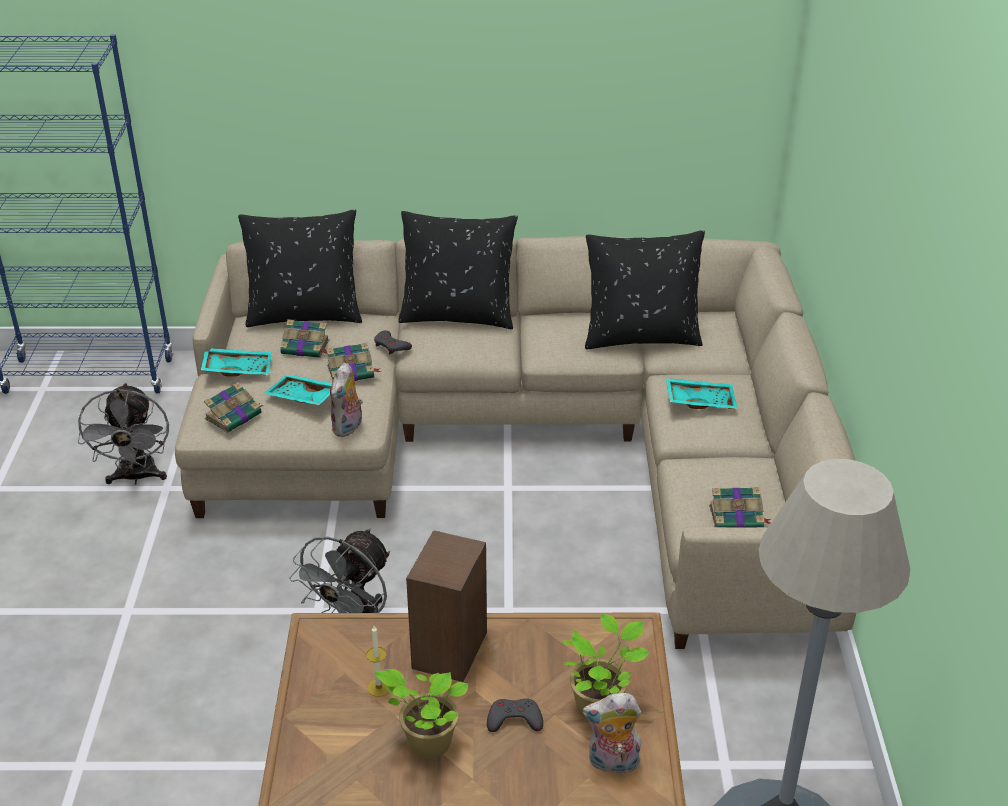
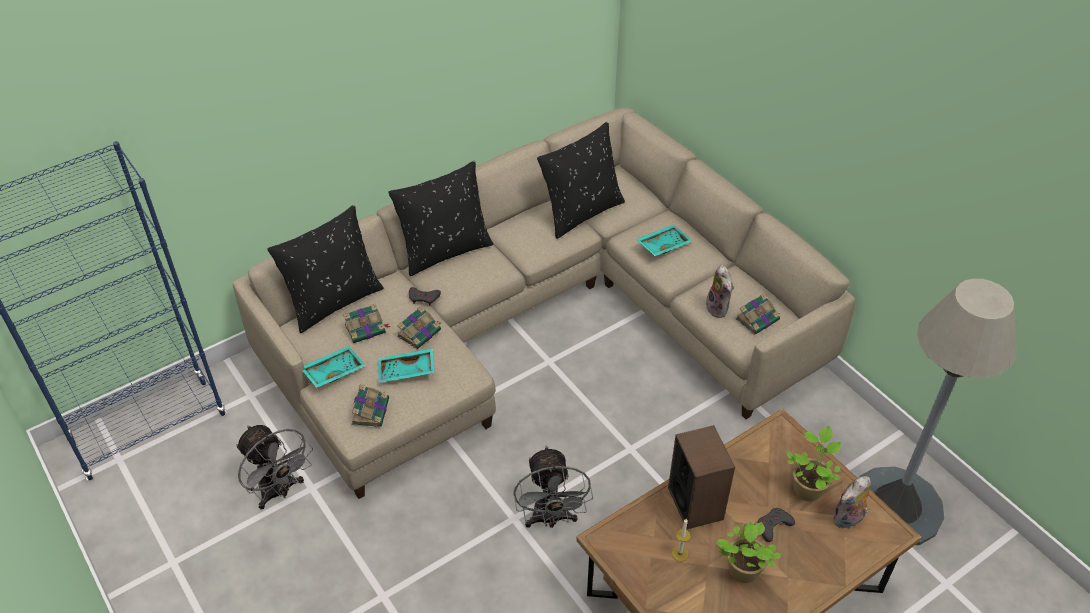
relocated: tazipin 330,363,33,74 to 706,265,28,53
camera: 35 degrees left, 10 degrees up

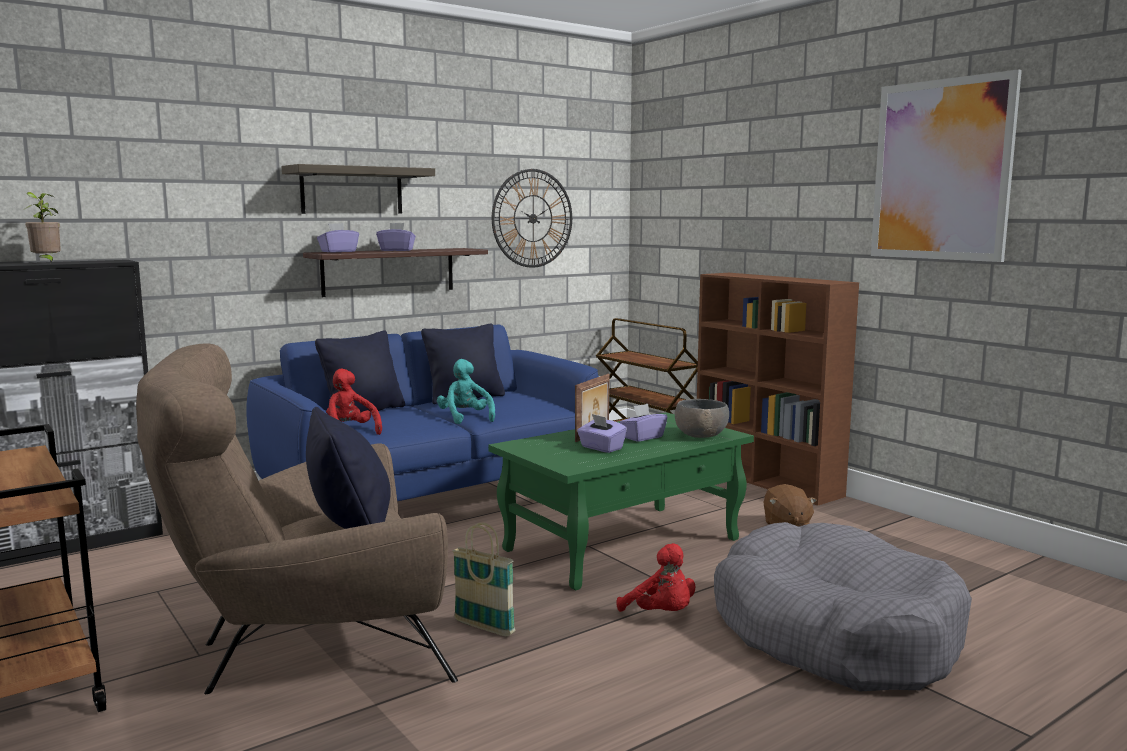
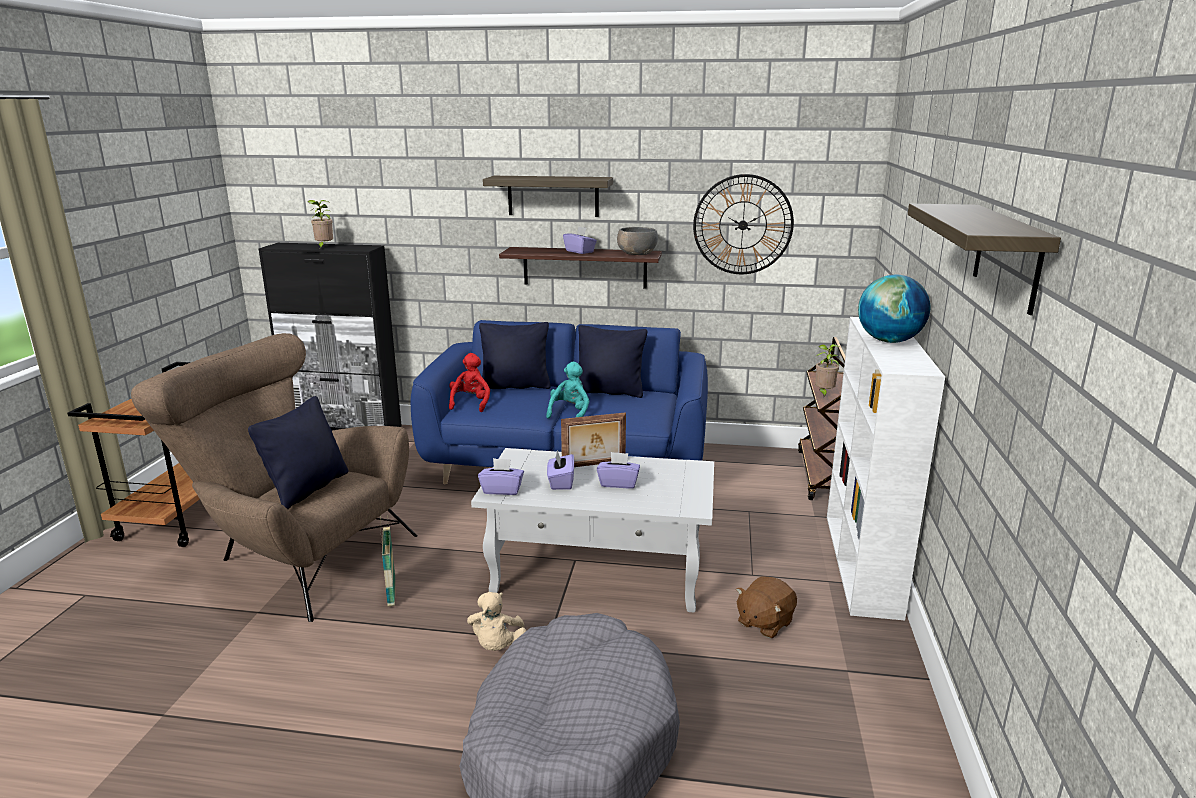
appeared: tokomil 815,344,25,54; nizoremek 858,275,72,68
relocated: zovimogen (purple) 317,223,42,30 to 478,458,46,37; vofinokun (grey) 675,399,54,39 to 617,227,41,28
exchanged: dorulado 871,69,151,193 to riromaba 908,204,153,111
colour: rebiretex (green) 489,412,265,178 to rebiretex (white) 471,448,243,165; tazipin (red) 616,543,79,69 to tazipin (beige) 467,592,59,59; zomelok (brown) 697,273,162,233 to zomelok (white) 827,317,118,303
camera: 45 degrees right, 10 degrees up

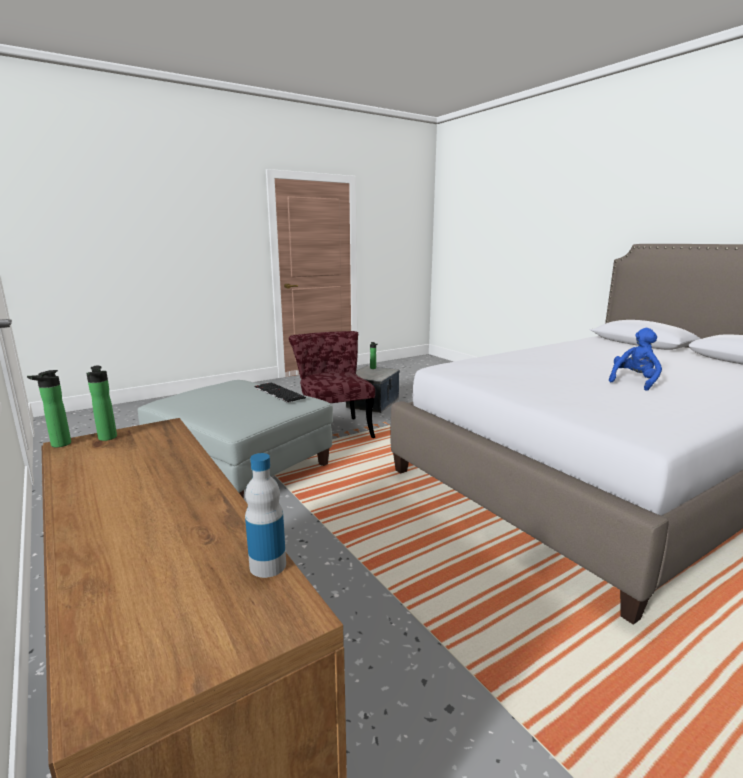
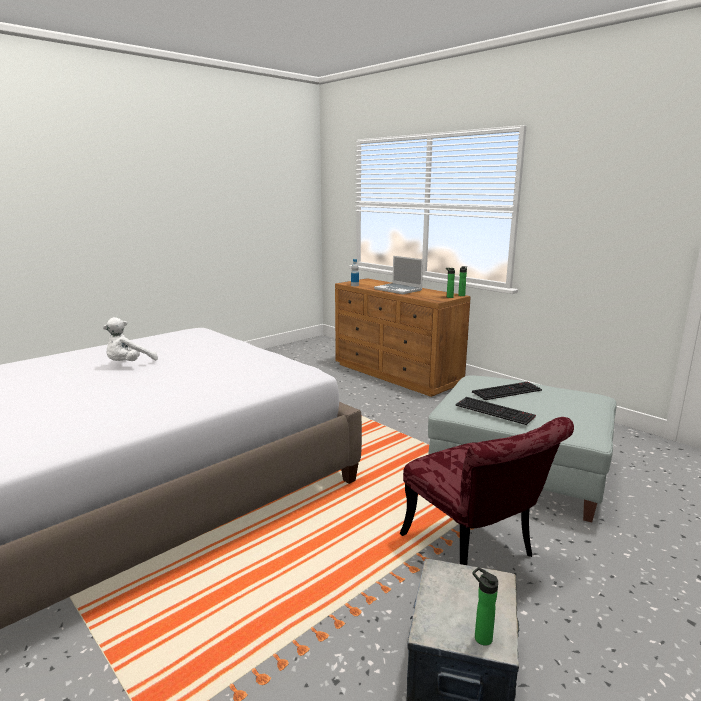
appeared: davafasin 374,256,49,38; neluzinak 472,382,70,18
colour: tazipin (blue) 609,328,53,63 to tazipin (white) 103,317,55,44
camera: 170 degrees right, 0 degrees up

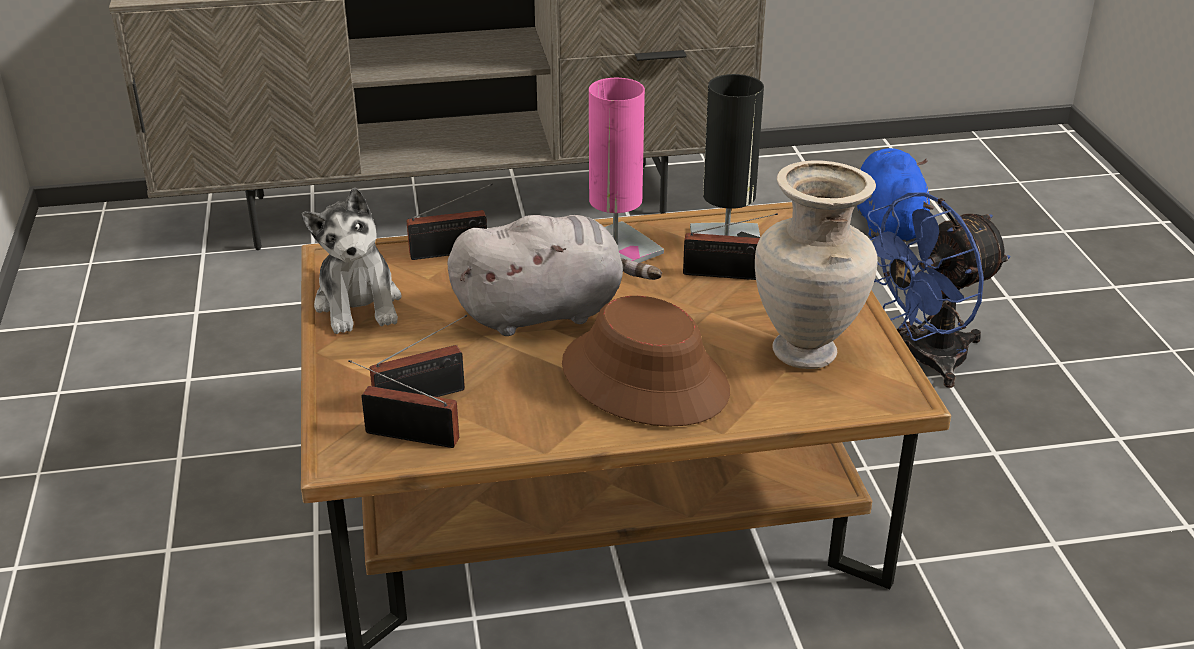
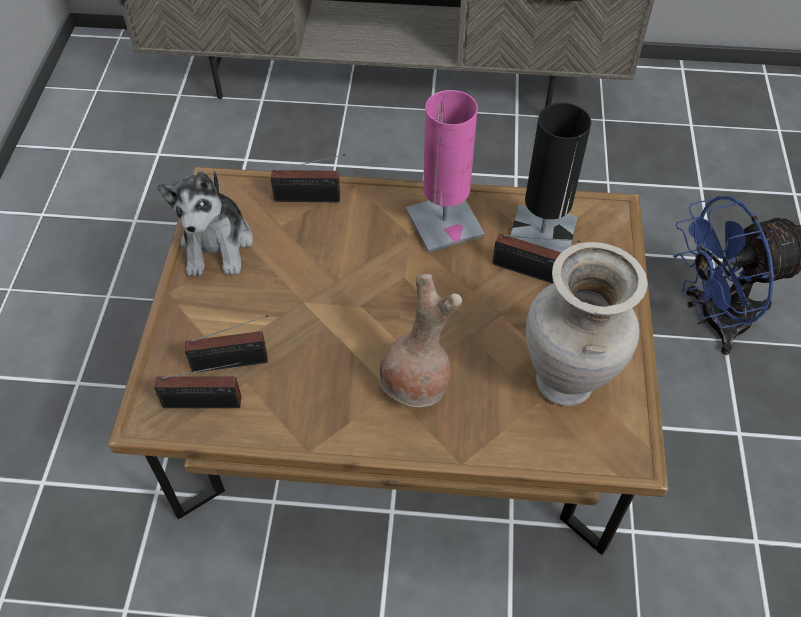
missing: tazipin (grey) 447,215,215,121; tazipin (blue) 857,148,77,94
exchanged: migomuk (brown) 562,296,168,131 to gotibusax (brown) 380,274,82,133
spun: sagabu 348,360,111,88 = 154,362,88,46 150 degrees clockwise
camera: 15 degrees right, 20 degrees up

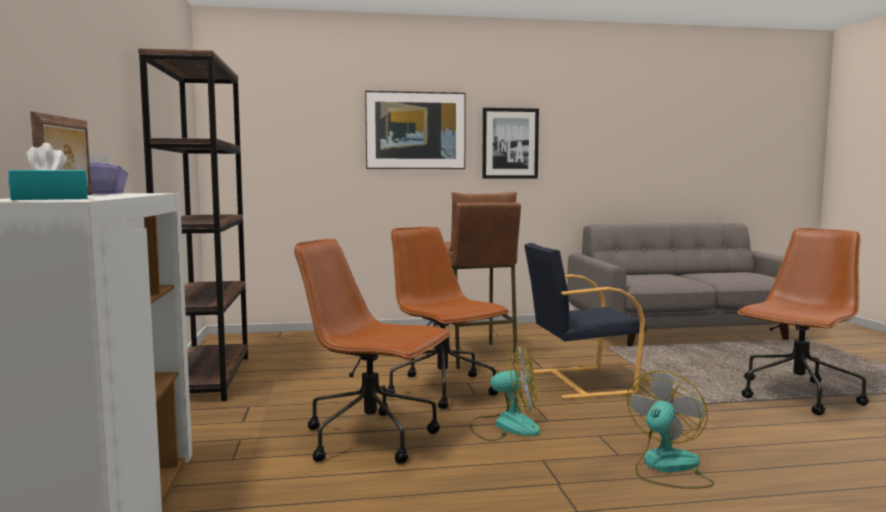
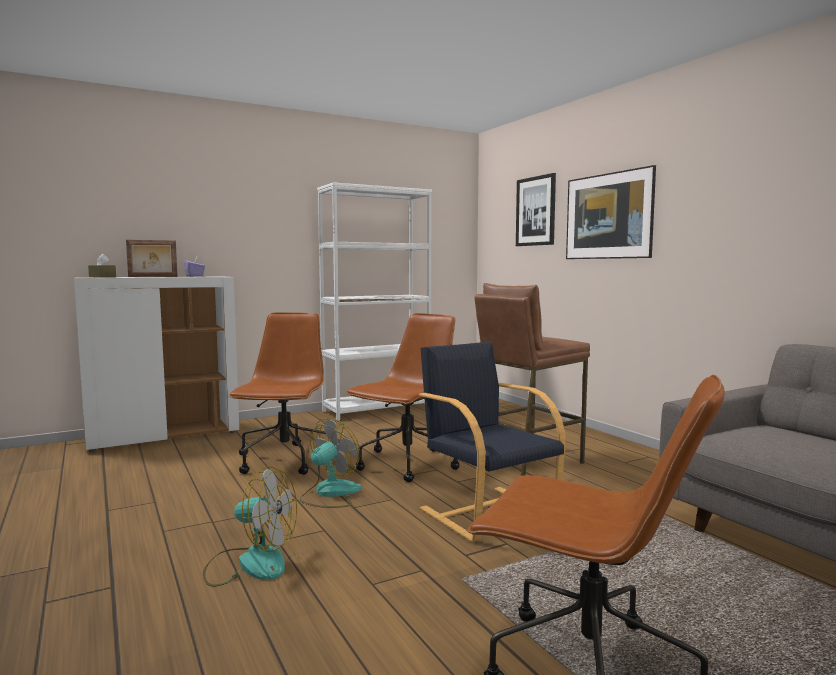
relocated: dorulado 482,108,57,70 to 516,173,40,73
colour: zovimogen (turquoise) 8,143,80,57 to zovimogen (brown) 88,254,28,24; zomelok (brown) 138,48,110,353 to zomelok (white) 317,182,115,239
spun: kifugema 470,344,70,97 = 299,419,63,89 135 degrees counterclockwise
camera: 70 degrees right, 0 degrees up

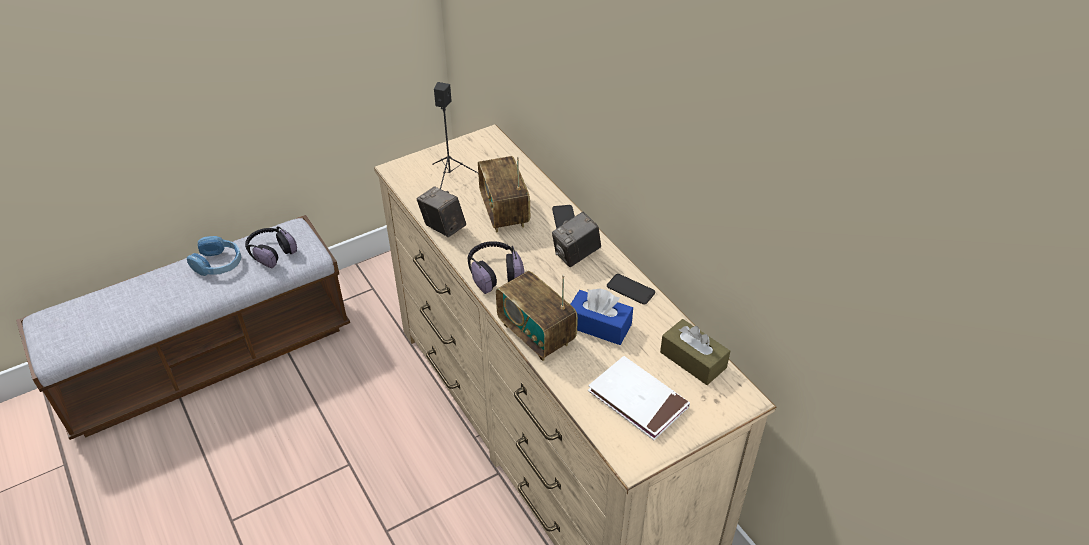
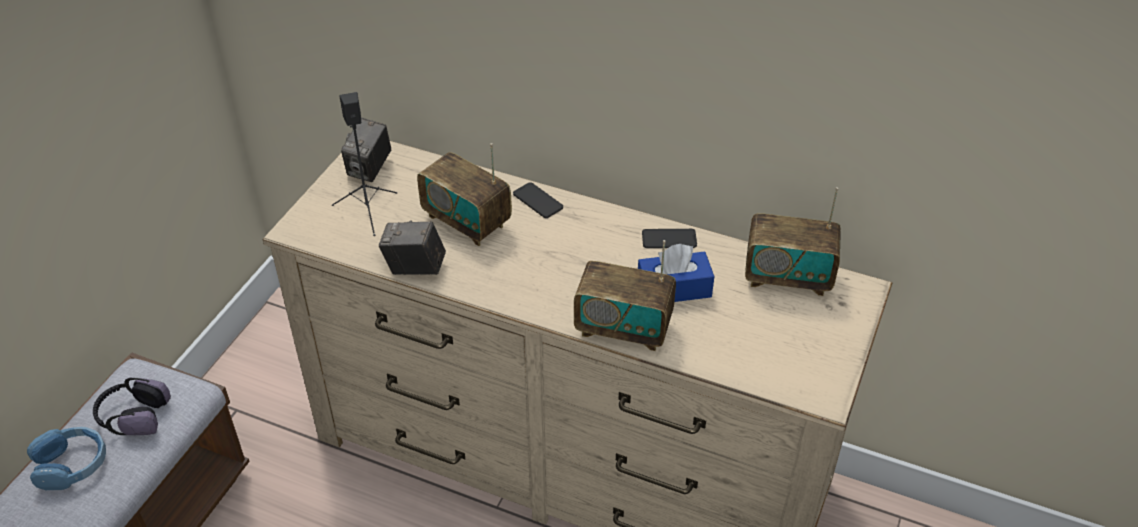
missing: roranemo 468,241,56,53; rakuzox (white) 588,356,102,84
relocated: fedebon 552,212,49,55 to 341,118,50,64
exchanged: zovimogen (brown) 660,319,70,66 to sagabu 745,187,96,109
camera: 35 degrees left, 0 degrees up

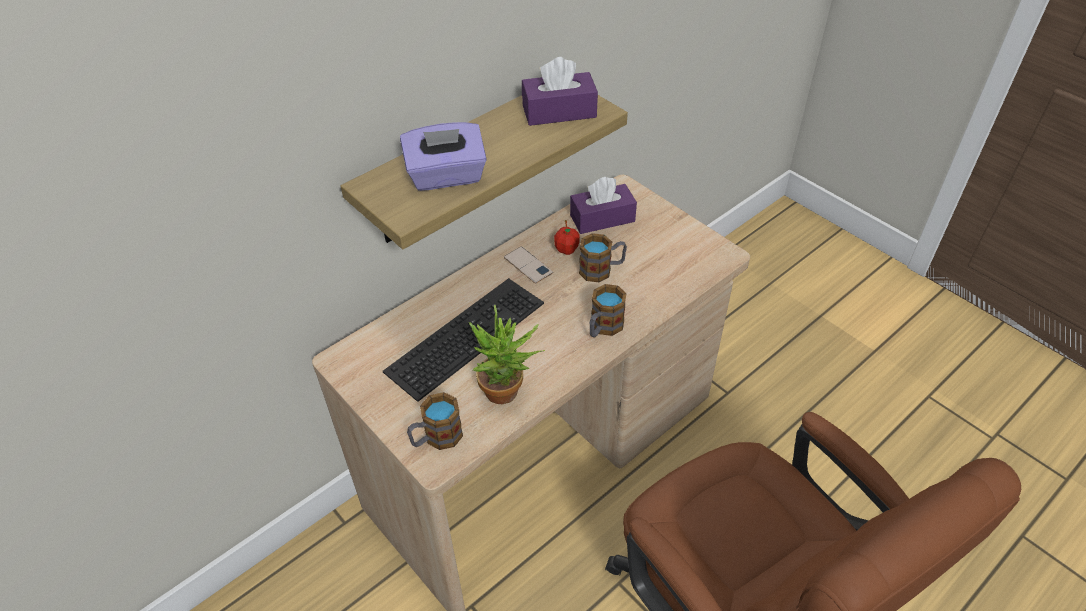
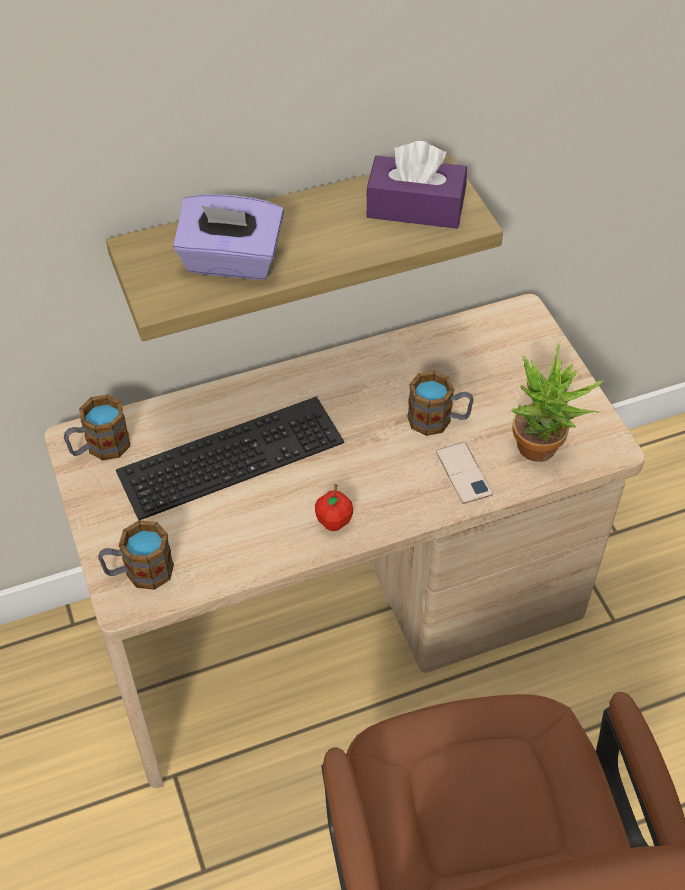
missing: zovimogen (purple) 570,177,67,57
relocated: tokomil 469,305,76,99 to 511,344,93,118; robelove 504,246,49,38 to 436,442,57,62; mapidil 554,220,26,35 to 315,484,38,47; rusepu 590,284,36,54 to 64,394,67,66
camera: 20 degrees right, 5 degrees up

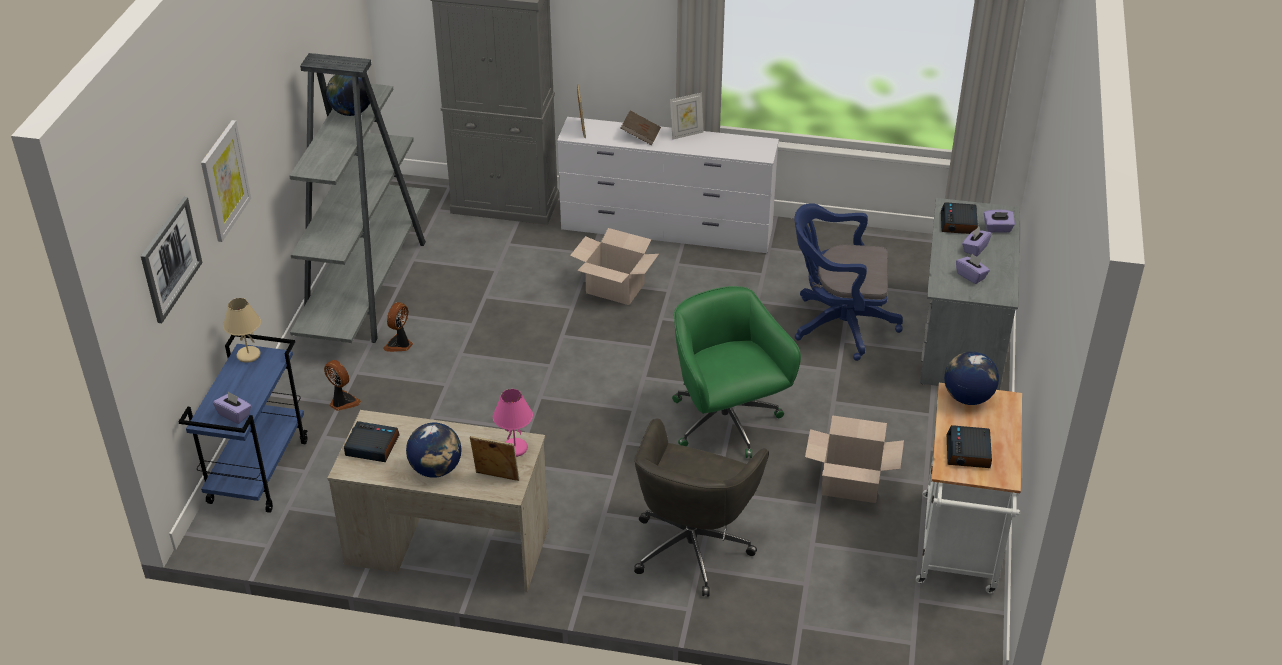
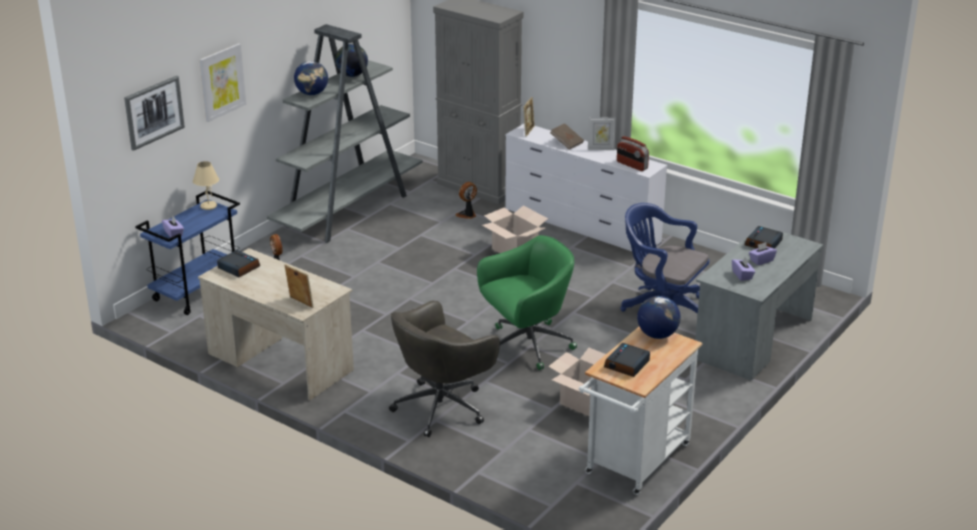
missing: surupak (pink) 493,389,40,68; zovimogen (purple) 984,210,31,22
appeared: sagabu 617,136,32,35
relocated: kifugema 383,302,30,50 to 455,182,22,37; nizoremek 406,423,56,55 to 294,61,34,34
spun: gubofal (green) 672,286,129,172 = 477,235,100,135 60 degrees clockwise
camera: 25 degrees right, 10 degrees down

